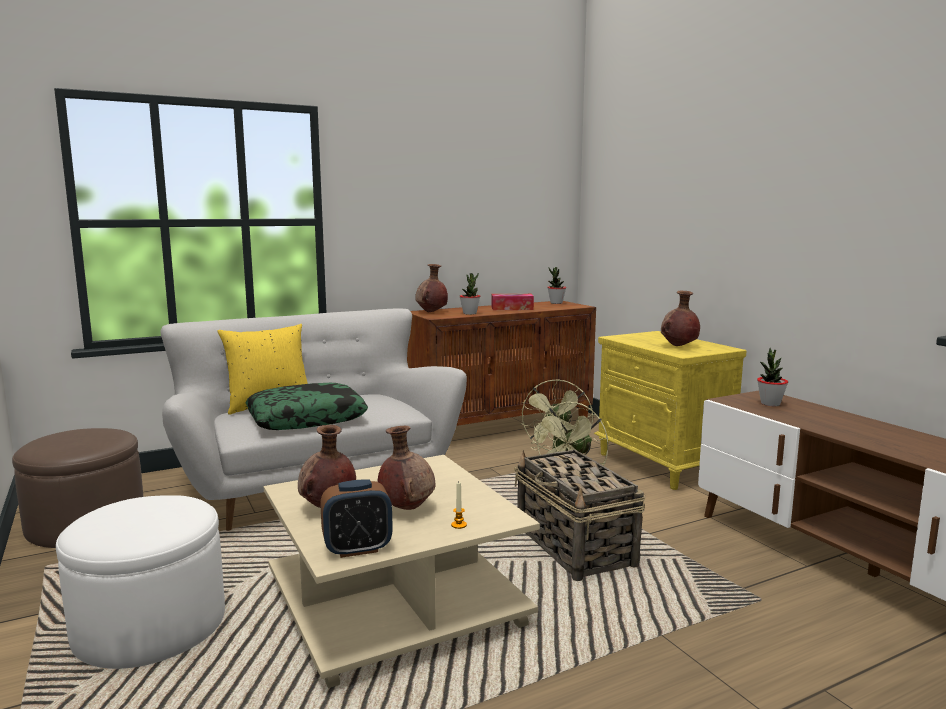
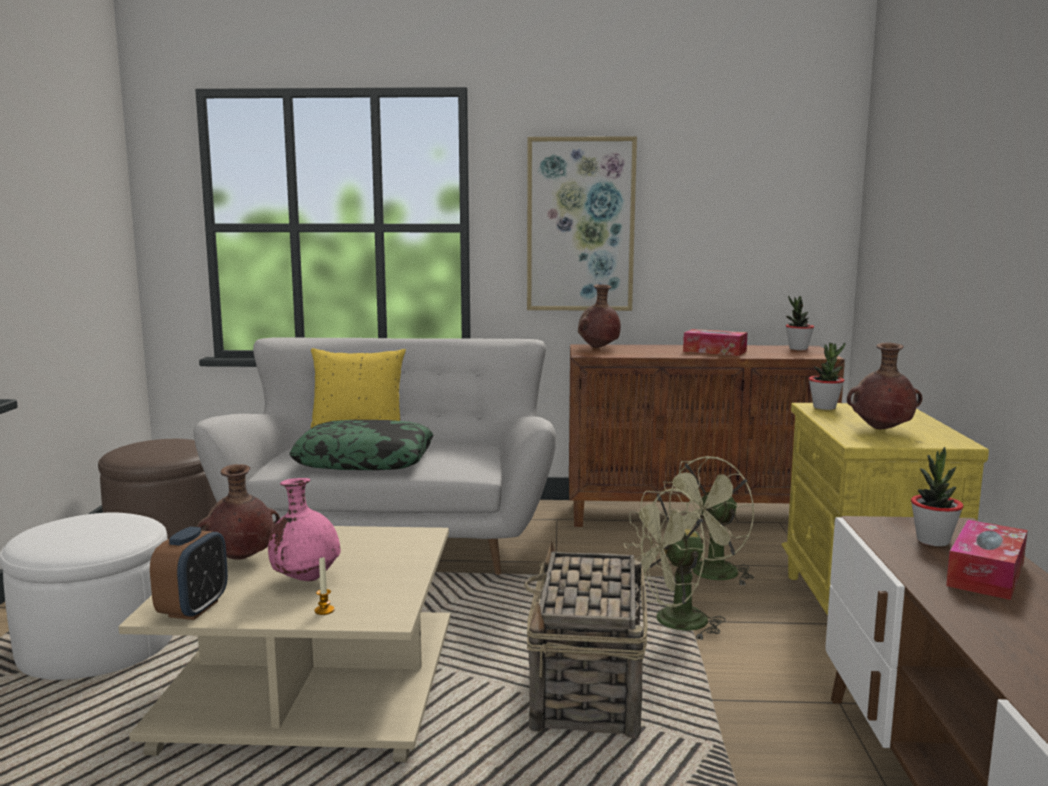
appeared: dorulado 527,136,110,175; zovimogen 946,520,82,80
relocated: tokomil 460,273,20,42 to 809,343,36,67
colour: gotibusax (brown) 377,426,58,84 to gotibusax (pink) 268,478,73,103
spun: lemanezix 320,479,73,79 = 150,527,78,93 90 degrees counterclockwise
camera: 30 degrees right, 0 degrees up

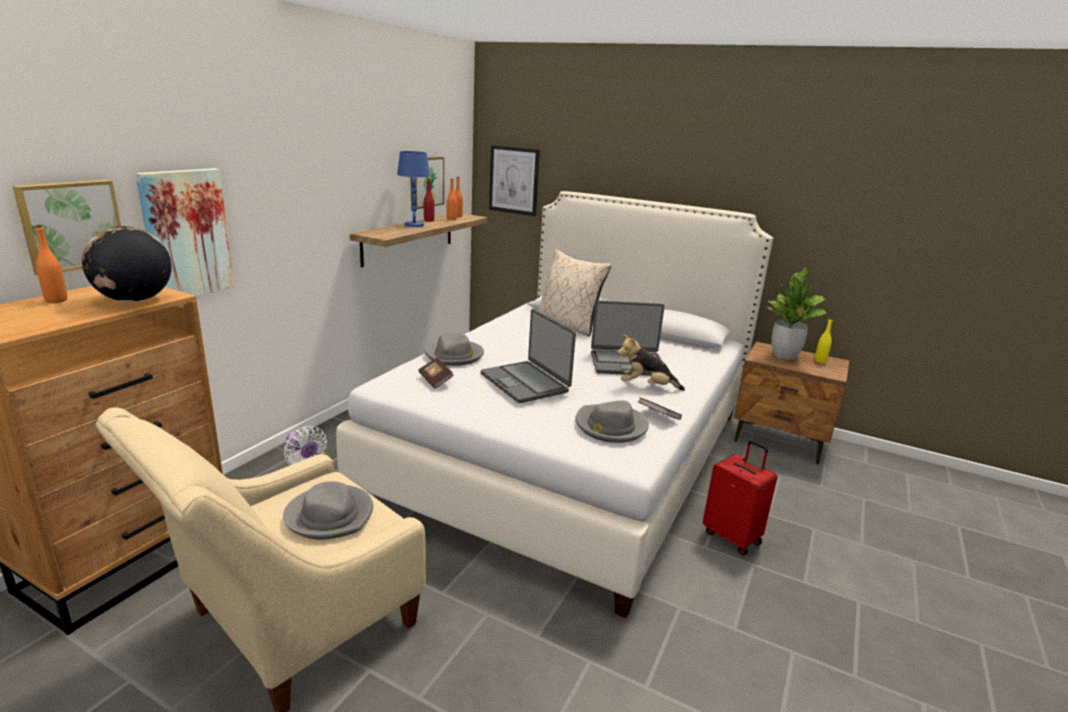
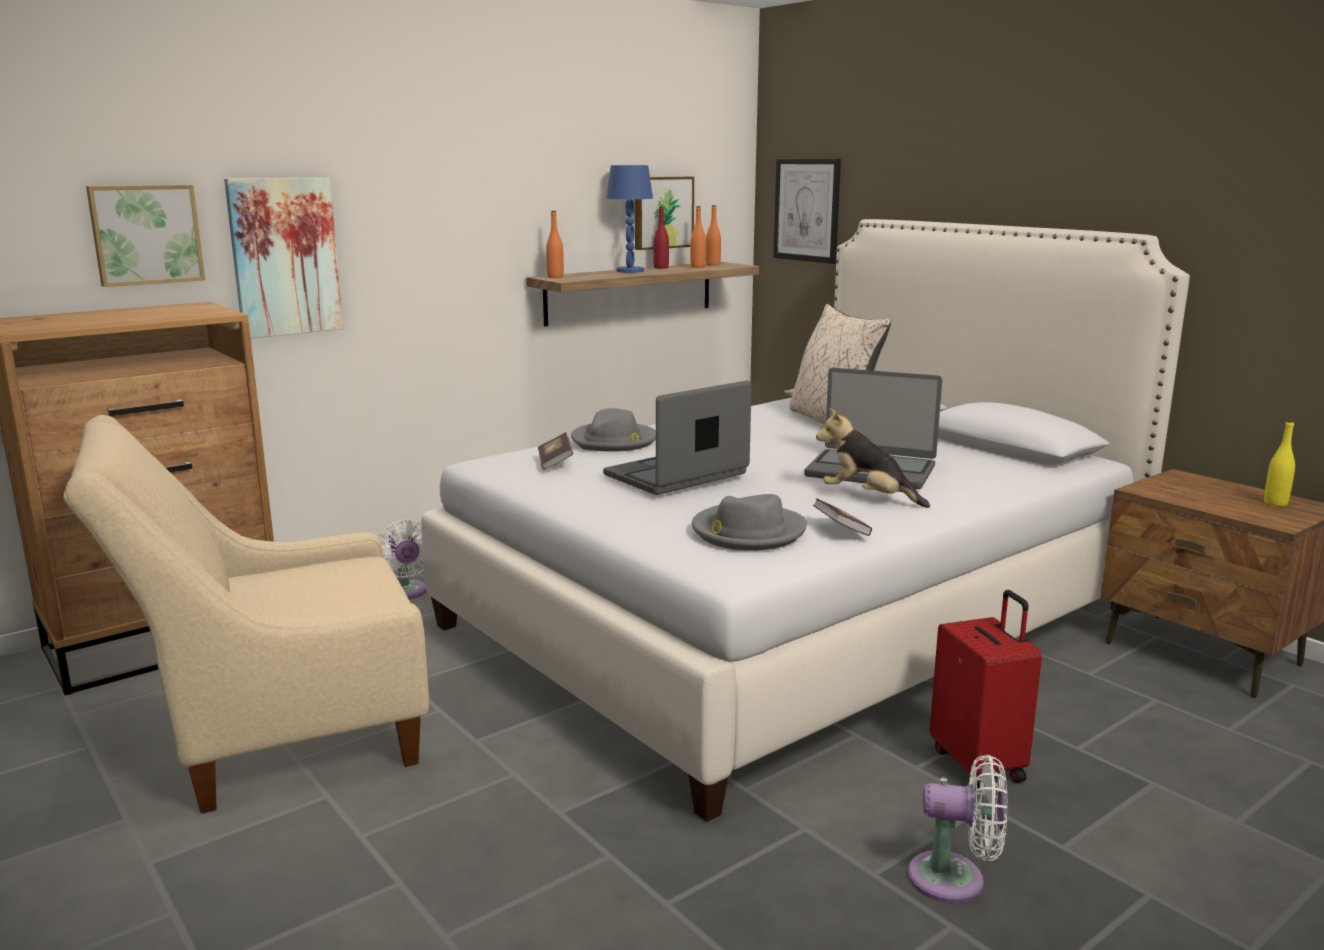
missing: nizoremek 82,226,90,76; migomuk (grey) 283,481,90,59; tokomil 767,267,59,93
appeared: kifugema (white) 908,755,100,148
relocated: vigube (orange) 35,225,33,78 to 546,211,18,67
spun: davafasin 481,309,95,94 = 603,380,149,115 60 degrees clockwise
camera: 25 degrees right, 5 degrees down

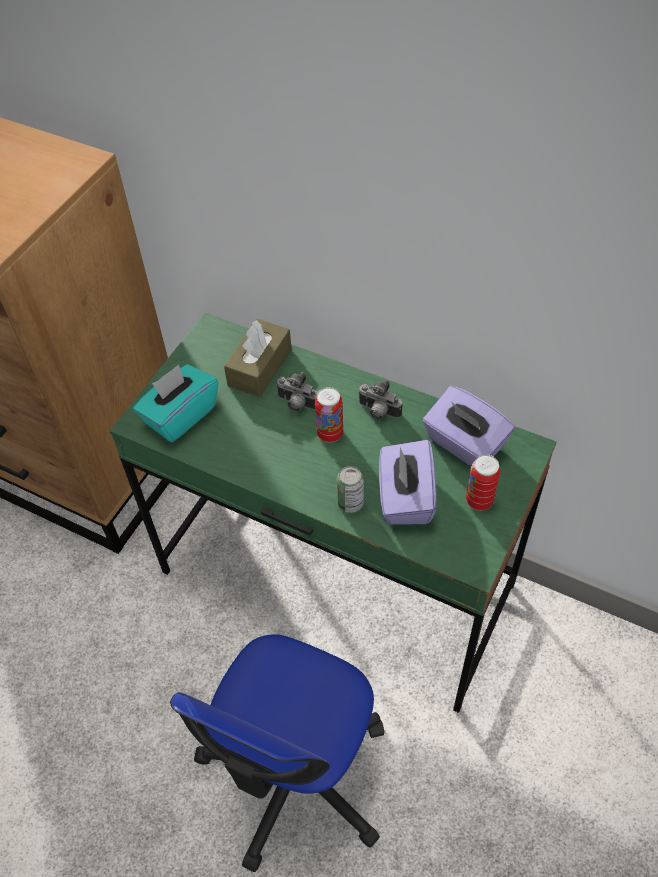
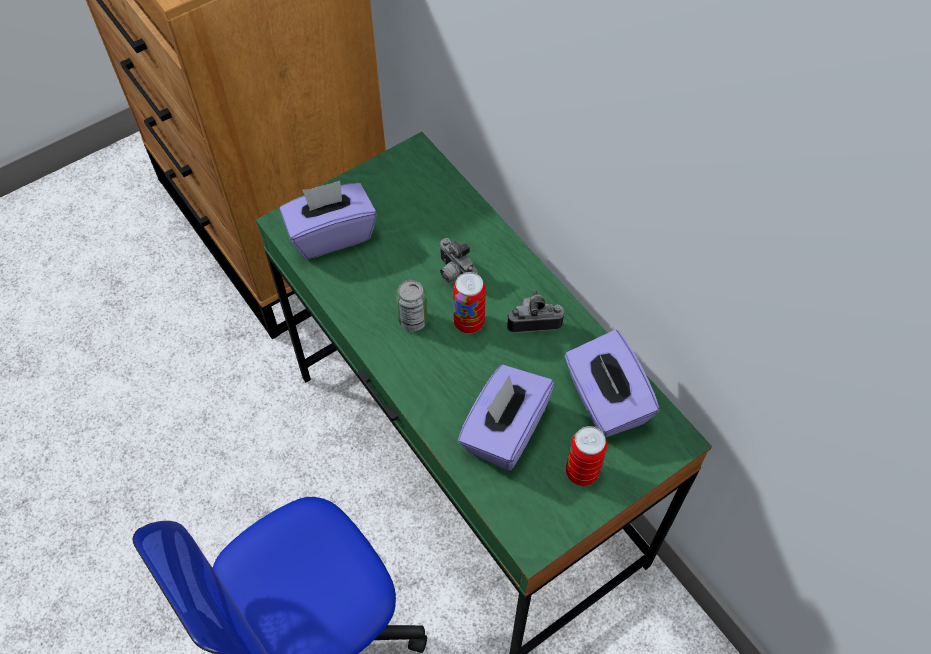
missing: zovimogen (brown) 224,319,68,79
relocated: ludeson 336,466,28,47 to 396,280,32,51
colour: zovimogen (turquoise) 133,364,85,78 to zovimogen (purple) 280,181,97,78
spun: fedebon 358,380,44,40 = 507,290,57,43 120 degrees clockwise
camera: 25 degrees right, 5 degrees up

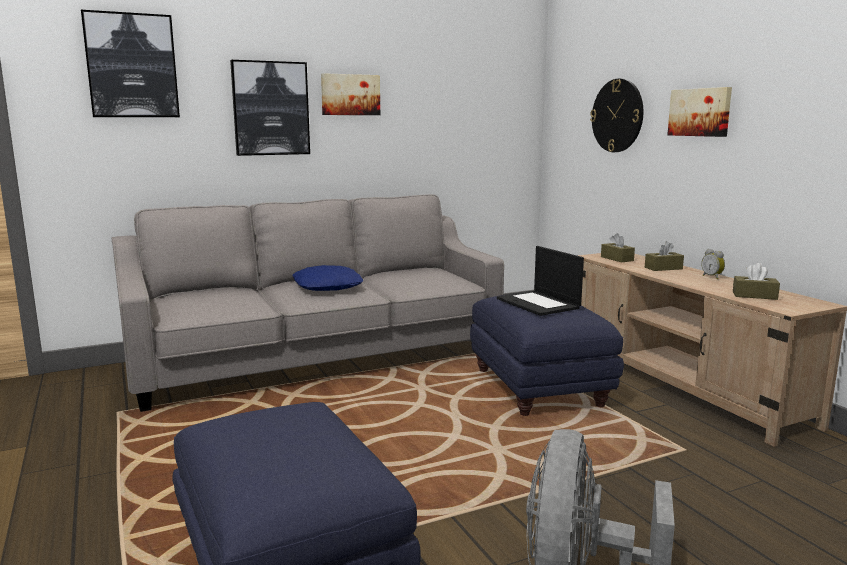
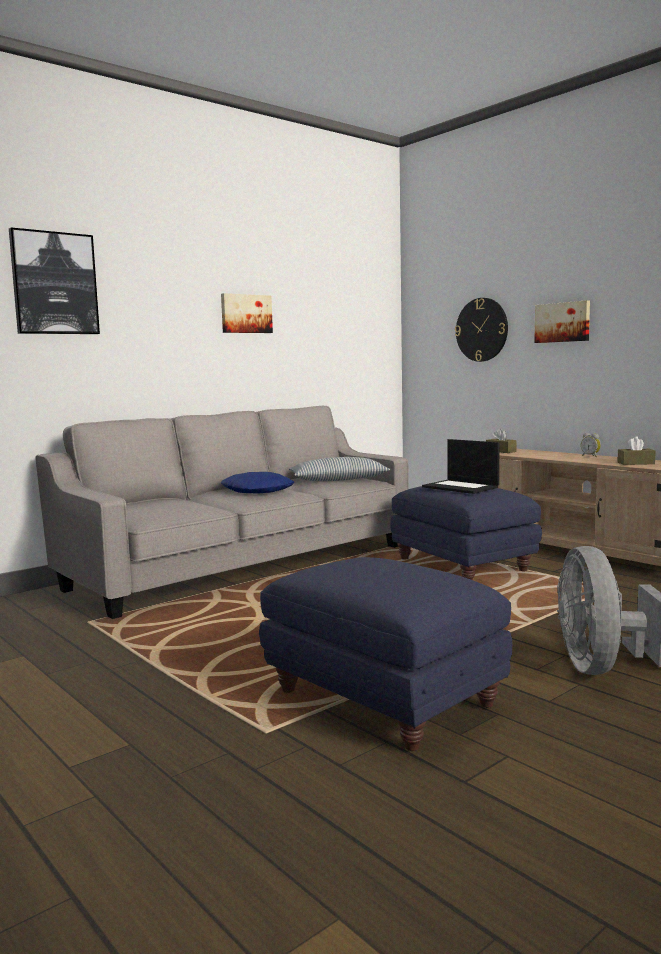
missing: dorulado 230,60,80,96; zovimogen (brown) 645,241,39,30
appeared: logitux 289,457,101,24
camera: 15 degrees left, 5 degrees down

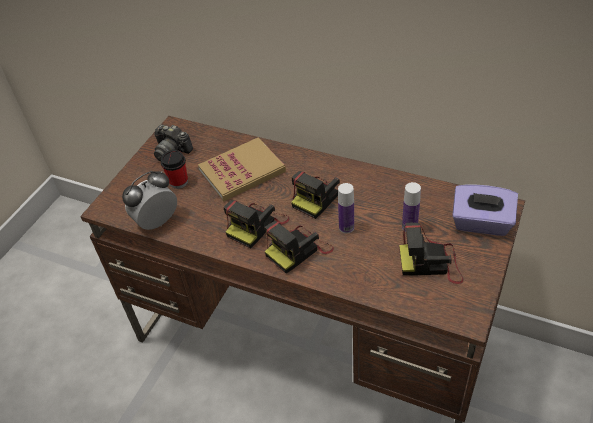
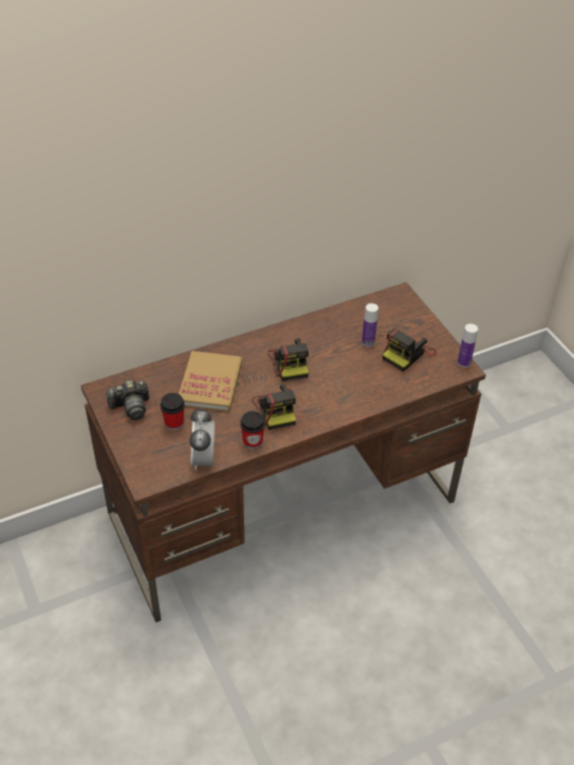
missing: fedebon 264,221,70,53; zovimogen (purple) 452,184,66,52
appeared: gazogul 240,411,25,38
relocated: vigube 338,183,16,50 to 458,324,20,43
camera: 55 degrees left, 0 degrees up

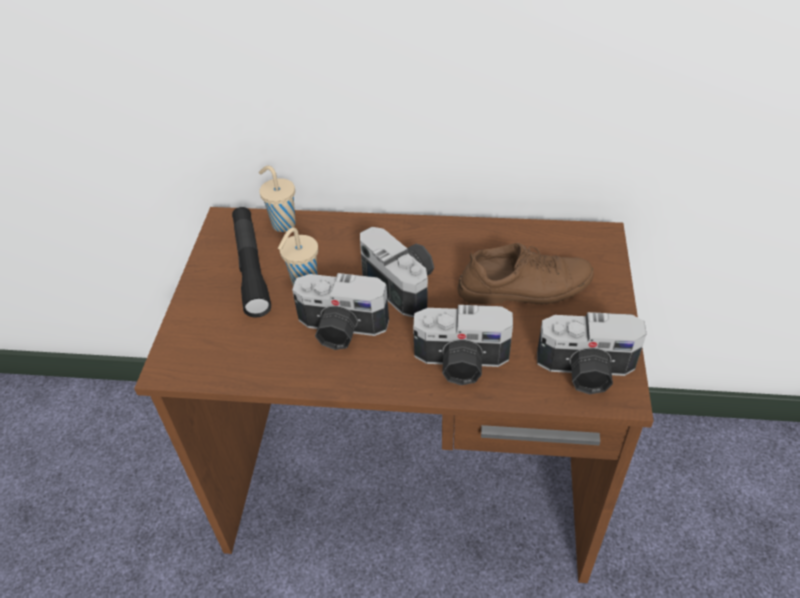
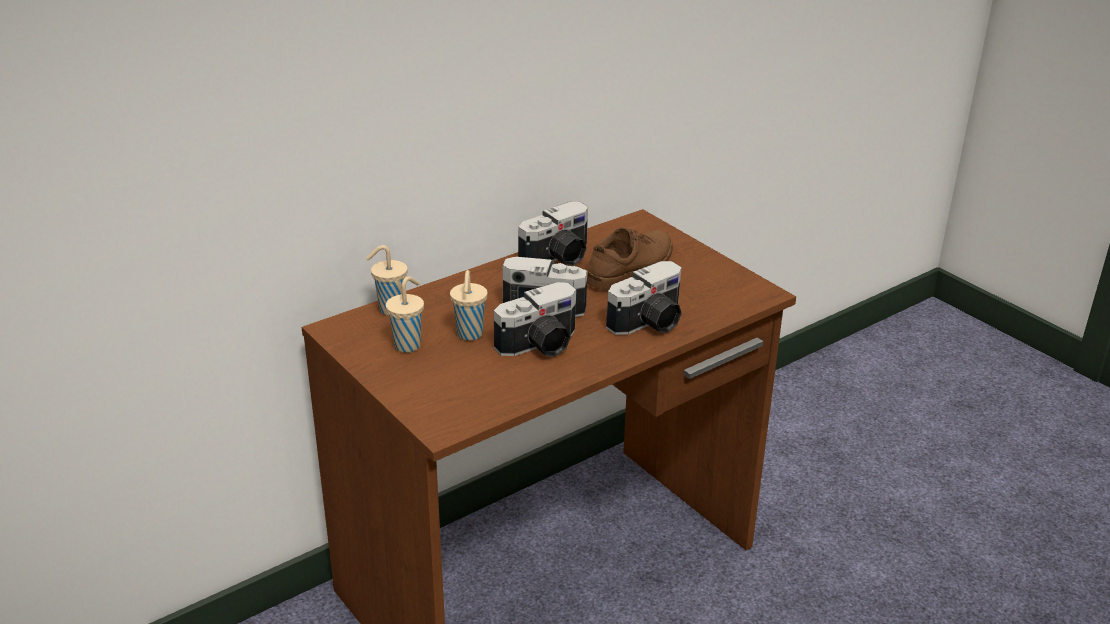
relocated: fedebon 537,312,109,82 to 518,202,70,64
exchanged: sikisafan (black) 232,207,39,111 to gazogul (beige) 386,277,38,75
camera: 45 degrees left, 15 degrees down

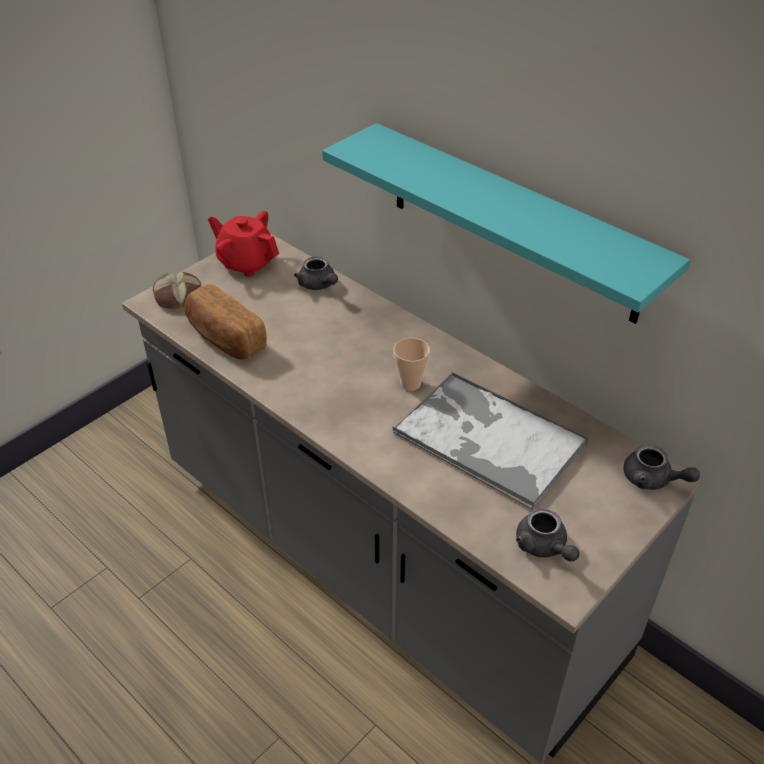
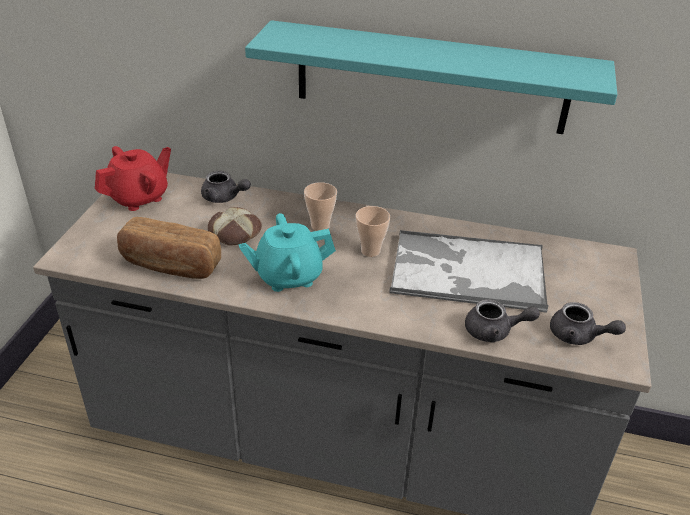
appeared: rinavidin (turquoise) 239,213,97,79; gazogul 304,182,33,49
relocated: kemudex 153,272,48,37 to 208,207,54,39; rinavidin (grey) 623,445,77,45 to 465,299,75,44
spun: rinavidin (red) 208,211,71,66 = 95,146,76,65 135 degrees clockwise
camera: 30 degrees left, 5 degrees down

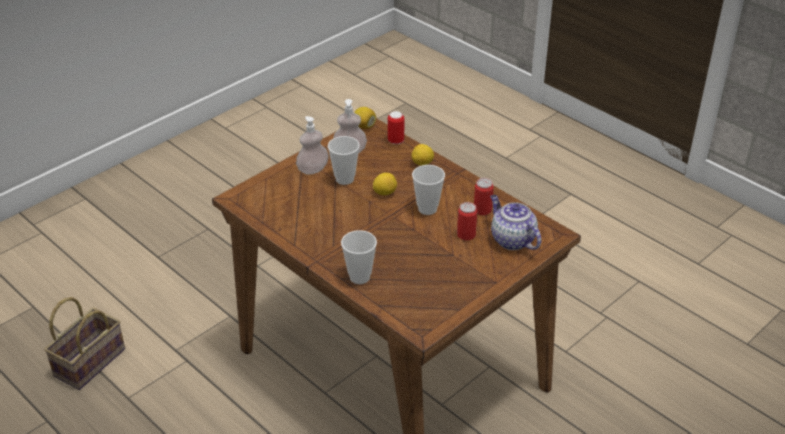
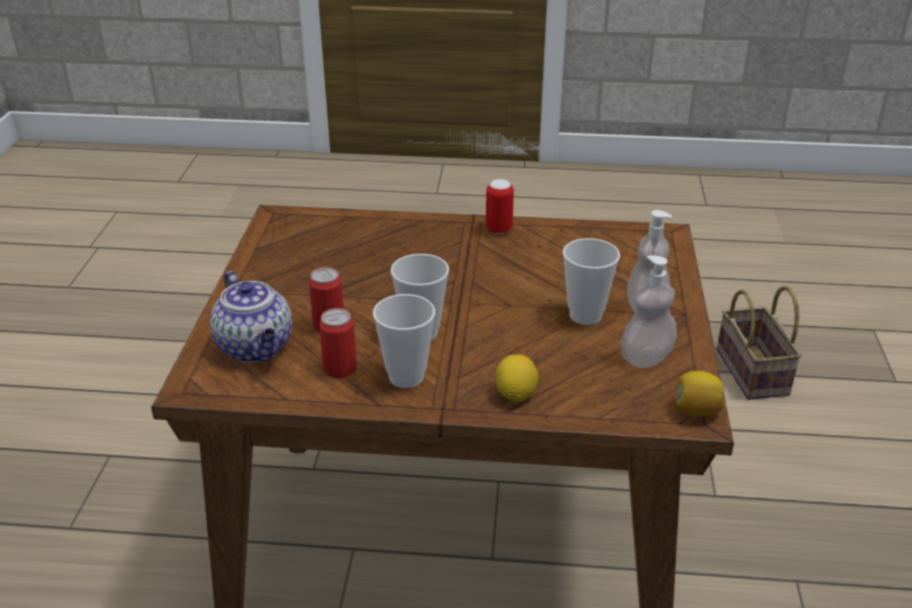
missing: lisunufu 373,173,24,22
relocated: gazogul 341,230,36,54 to 373,294,62,94; ludeson 388,111,16,33 to 486,179,28,55
spun: rinavidin 490,195,52,55 = 210,271,82,91 45 degrees clockwise
camera: 140 degrees right, 5 degrees down

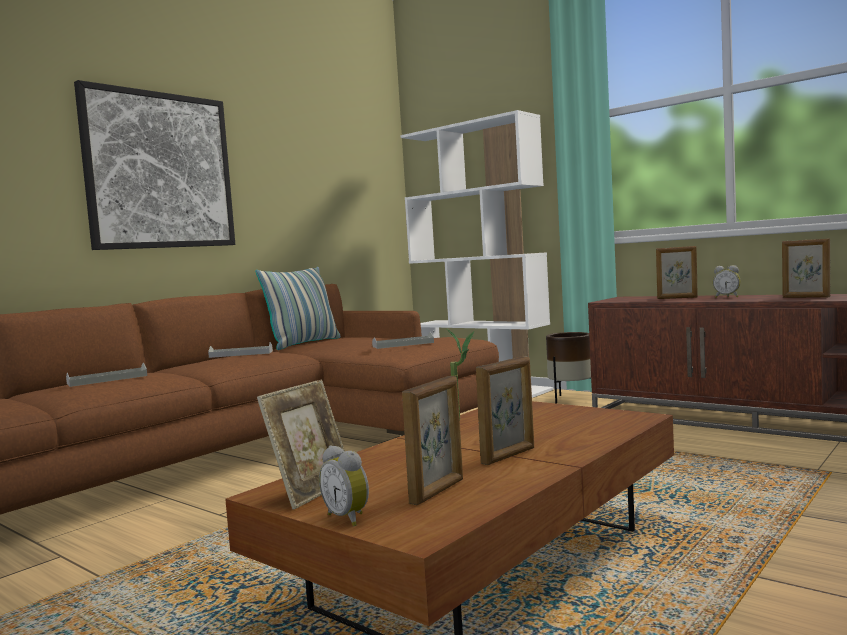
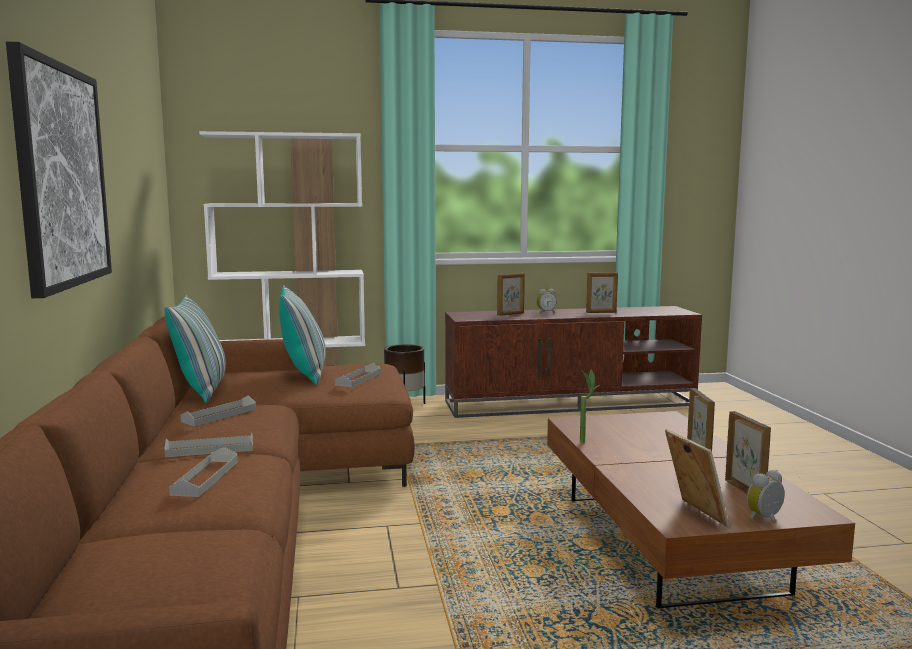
appeared: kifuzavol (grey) 165,433,88,24; logitux 279,286,47,99
spun: lemanezix 319,446,50,80 = 747,470,38,53 150 degrees clockwise
camera: 50 degrees left, 5 degrees up

